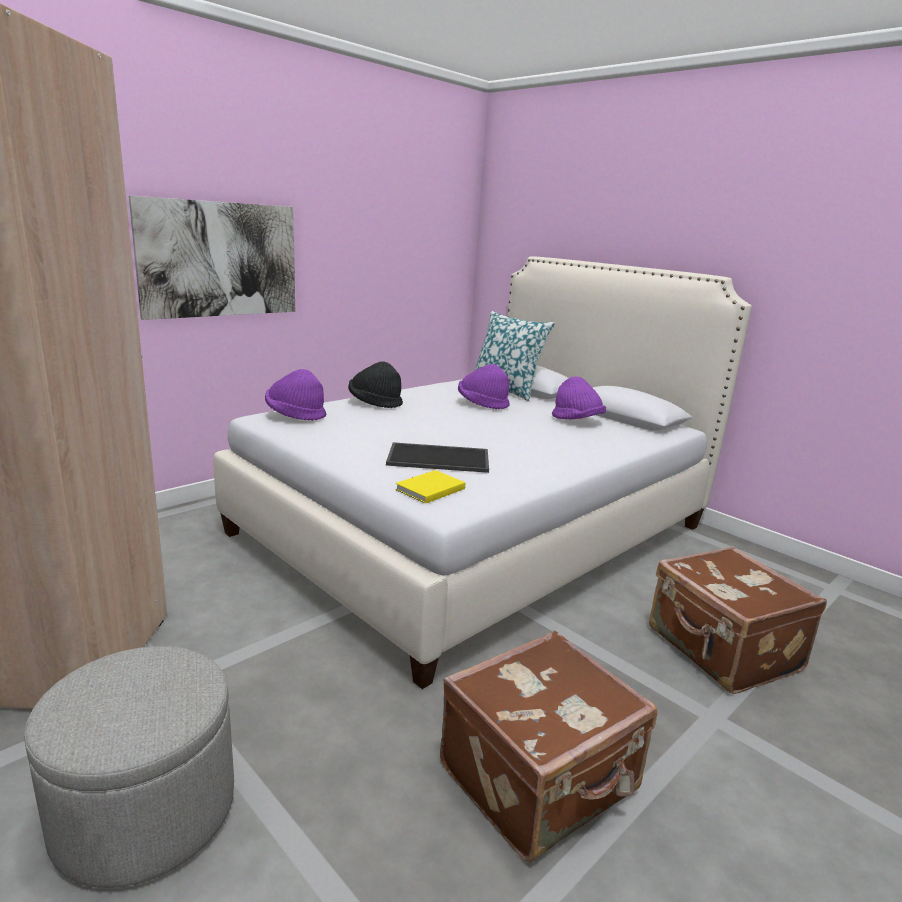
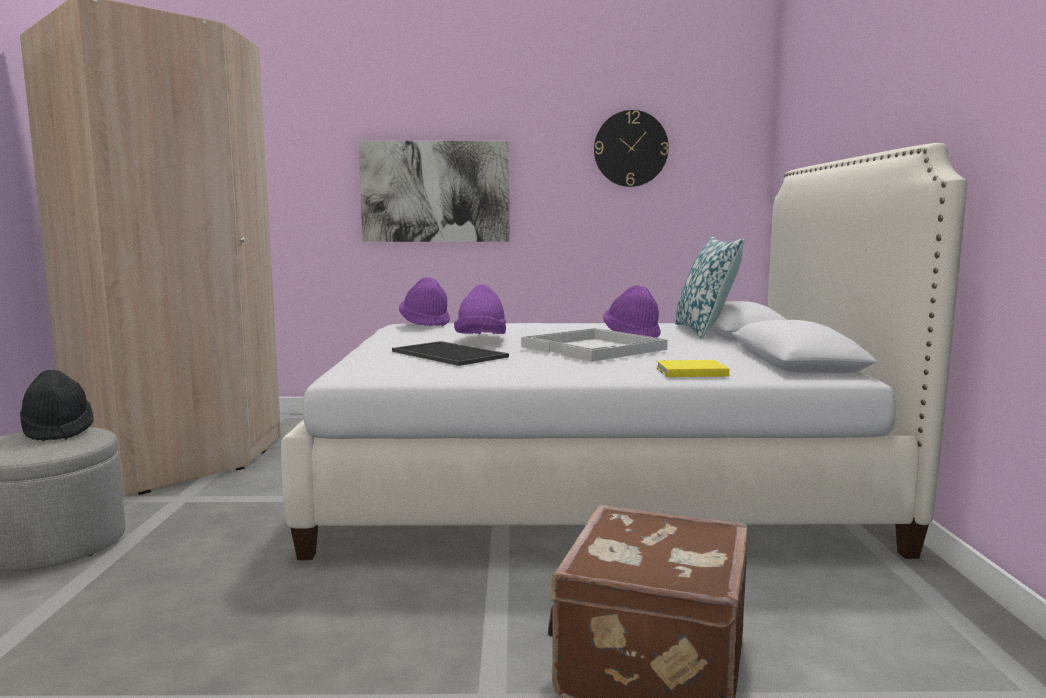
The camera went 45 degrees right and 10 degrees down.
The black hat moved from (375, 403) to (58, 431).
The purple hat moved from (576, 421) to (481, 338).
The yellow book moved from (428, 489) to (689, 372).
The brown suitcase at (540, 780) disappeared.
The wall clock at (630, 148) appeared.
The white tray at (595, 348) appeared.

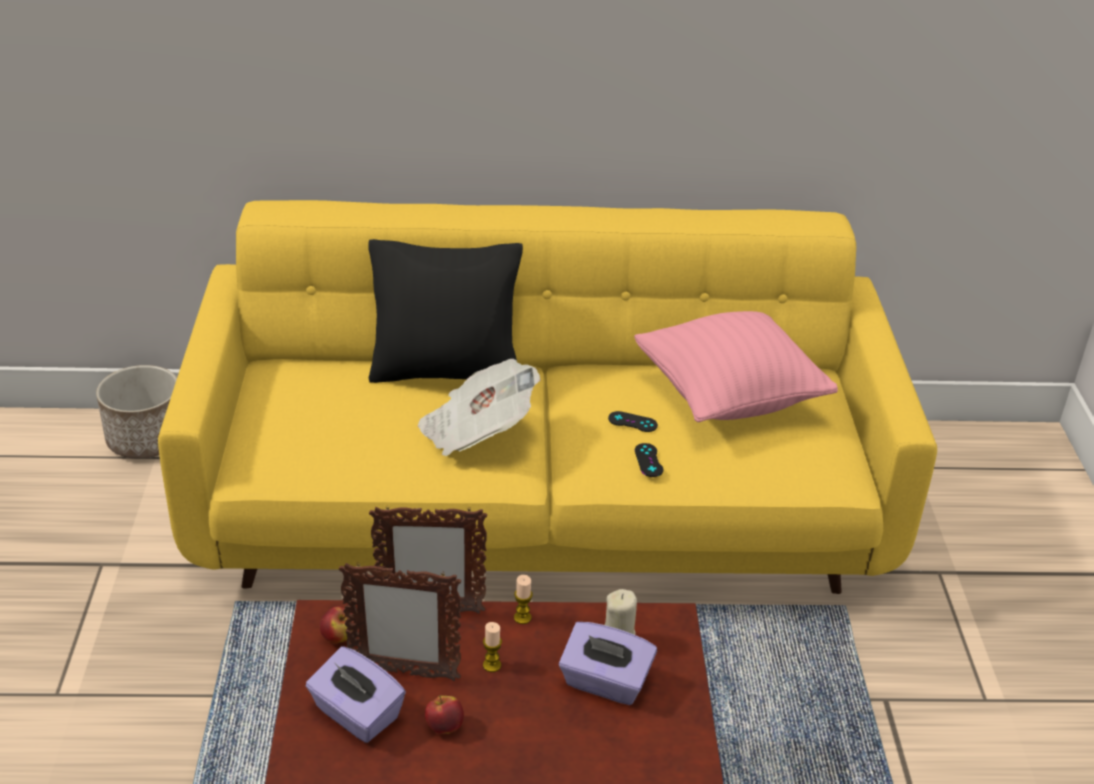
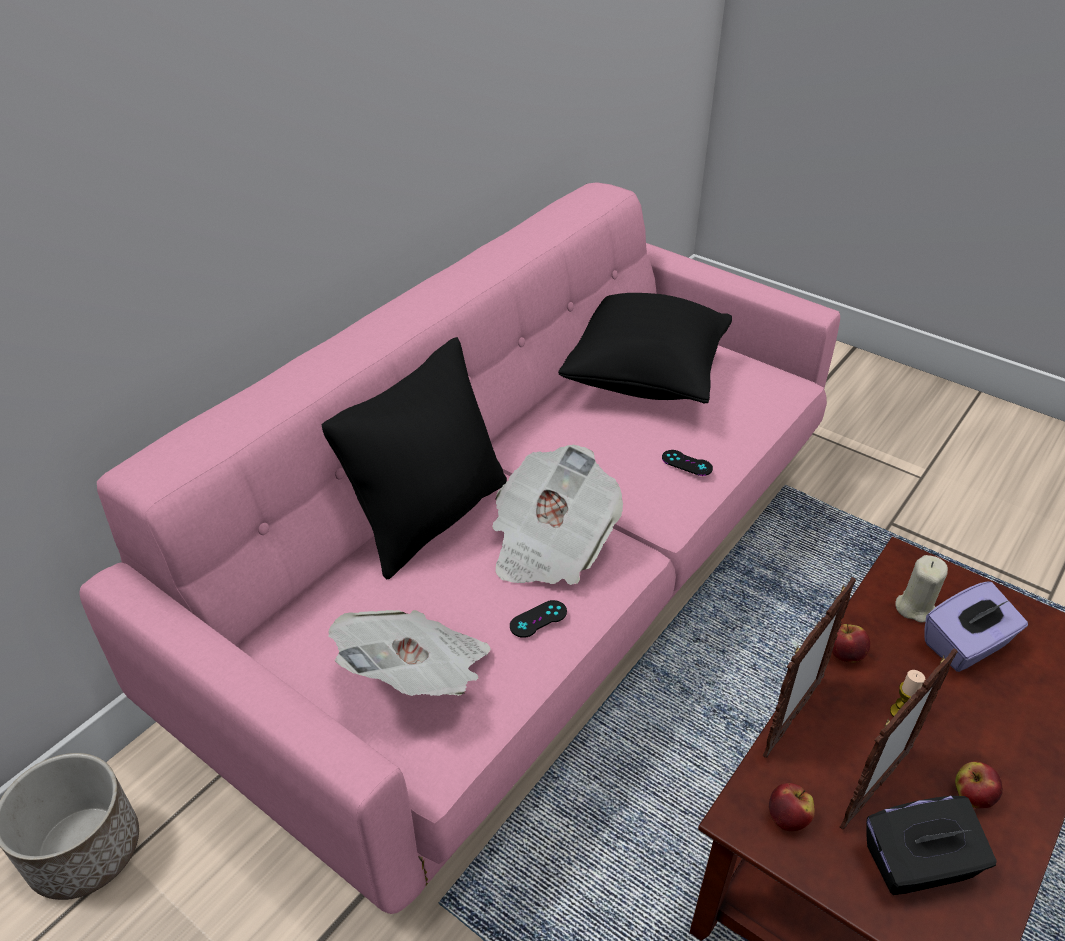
The camera went 50 degrees left and 5 degrees up.
The yellow sofa at (543, 510) became the pink sofa at (531, 584).
The pink pillow at (728, 397) became the black pillow at (645, 379).
The black game controller moved from (632, 422) to (538, 619).
The candle at (522, 617) was replaced by the apple at (845, 655).
The purple tissue box at (356, 714) became the black tissue box at (918, 864).
The newspaper at (417, 675) appeared.

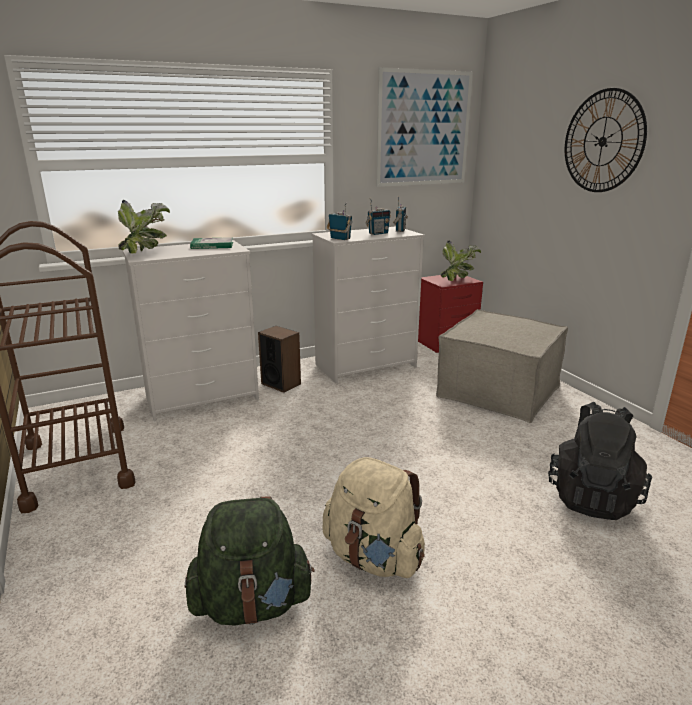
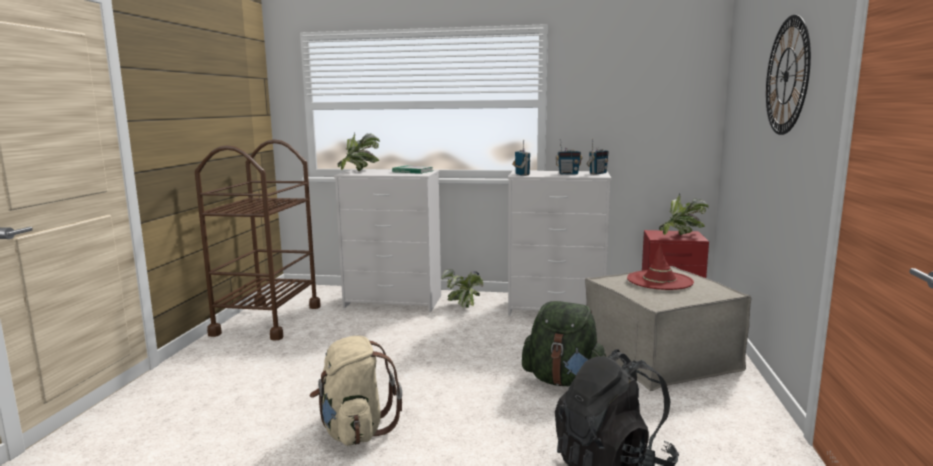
The camera went 35 degrees right and 10 degrees down.
The picture at (424, 129) disappeared.
The speaker at (281, 384) was replaced by the potted plant at (463, 306).
The green backpack moved from (252, 604) to (564, 381).
The red hat at (659, 281) appeared.

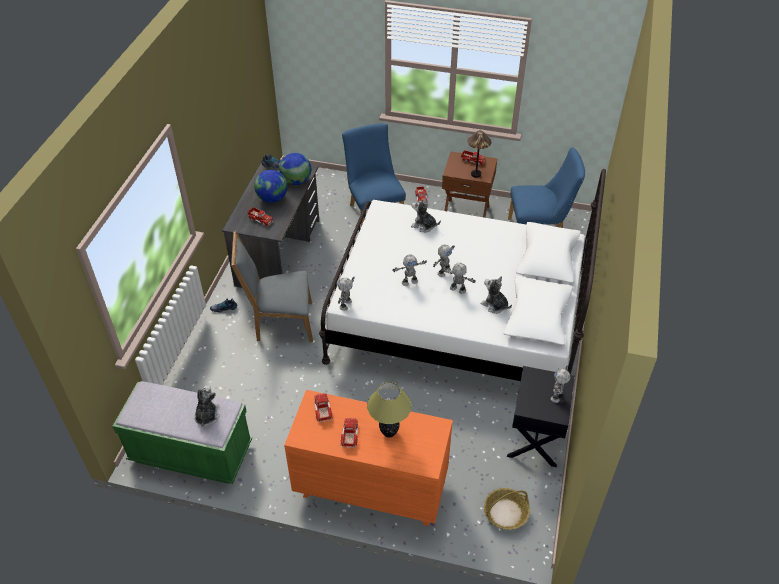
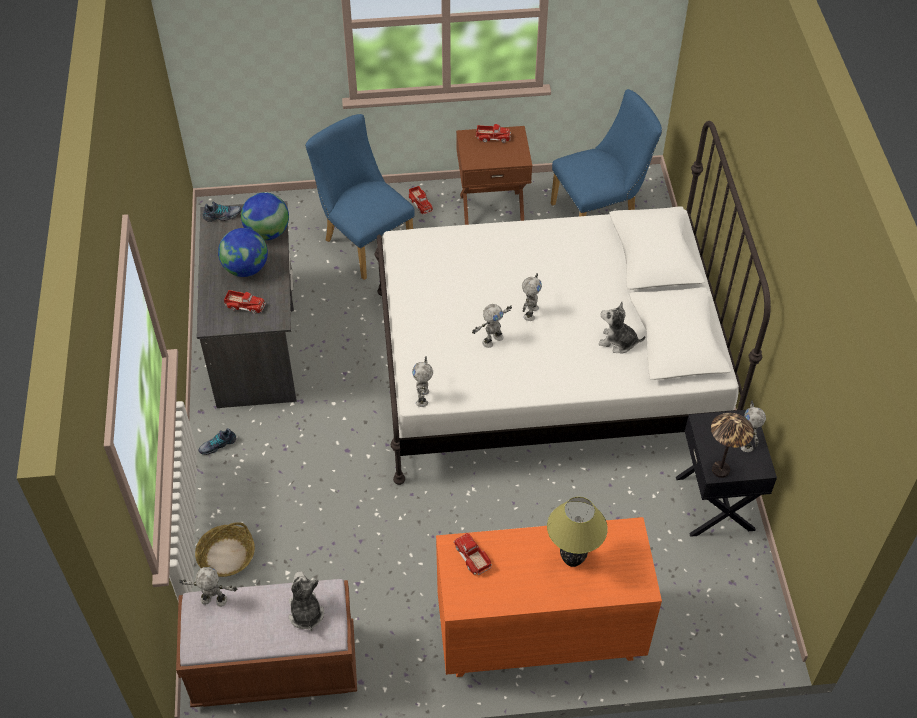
The camera went 20 degrees left and 5 degrees up.
The table lamp moved from (476, 174) to (720, 470).
The plush toy at (424, 226) disappeared.
The grey chair at (280, 323) disappeared.
The toy robot moved from (457, 290) to (213, 601).
The green bench at (191, 453) became the brown bench at (275, 668).
The toy truck at (349, 435) disappeared.
The basket moved from (505, 513) to (226, 556).

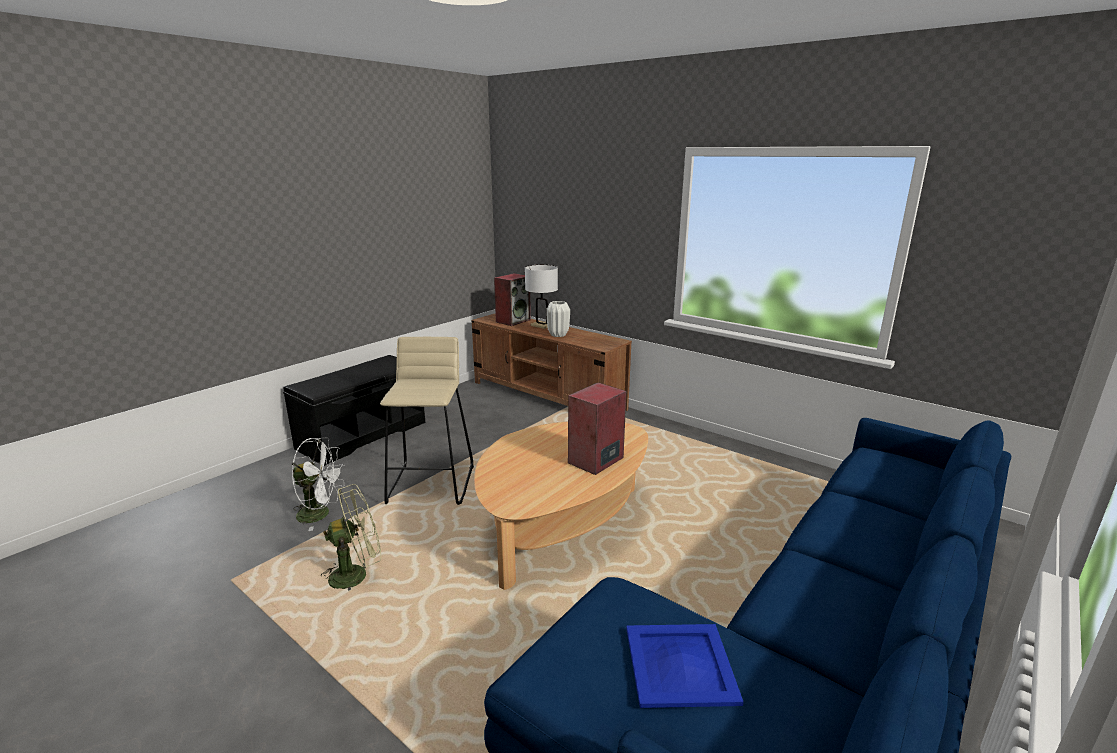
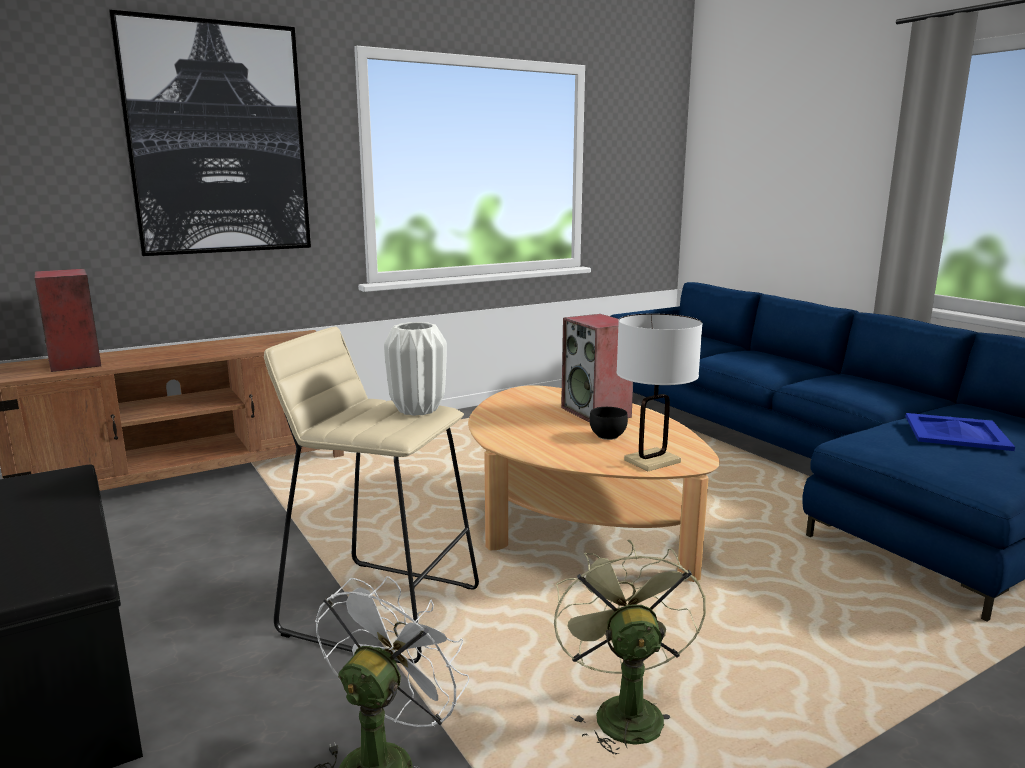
The camera went 70 degrees left and 5 degrees down.
The white table lamp moved from (541, 325) to (652, 461).
The white vase moved from (558, 335) to (417, 410).
The picture at (218, 140) appeared.
The black bowl at (609, 436) appeared.

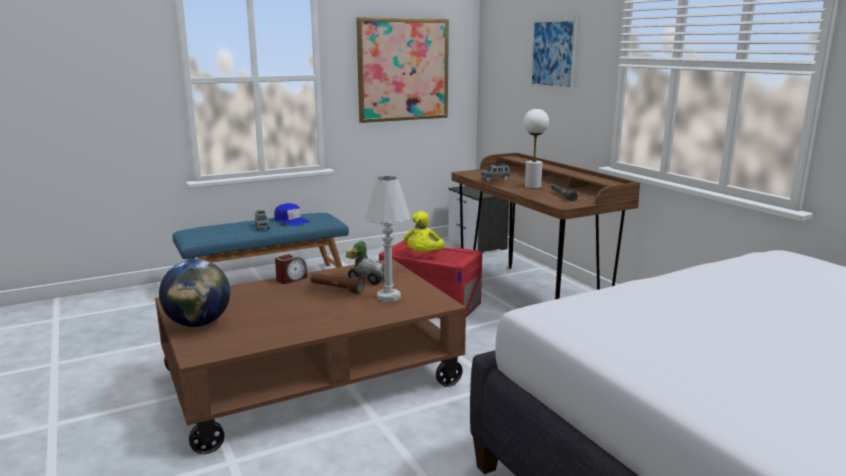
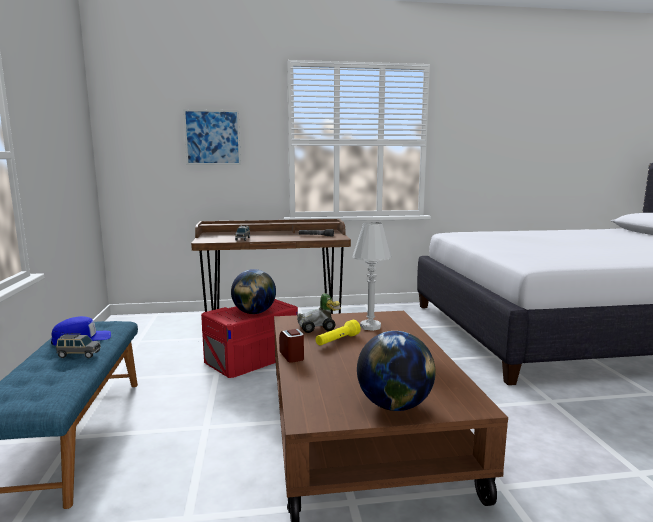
The camera went 70 degrees left and 5 degrees down.
The picture at (403, 70) disappeared.
The white table lamp at (533, 186) disappeared.
The nightstand at (477, 245) disappeared.
The yellow plush toy at (423, 255) was replaced by the globe at (254, 313).
The toy car at (368, 278) turned 150 degrees counterclockwise.
The brown flashlight at (336, 289) became the yellow flashlight at (337, 341).

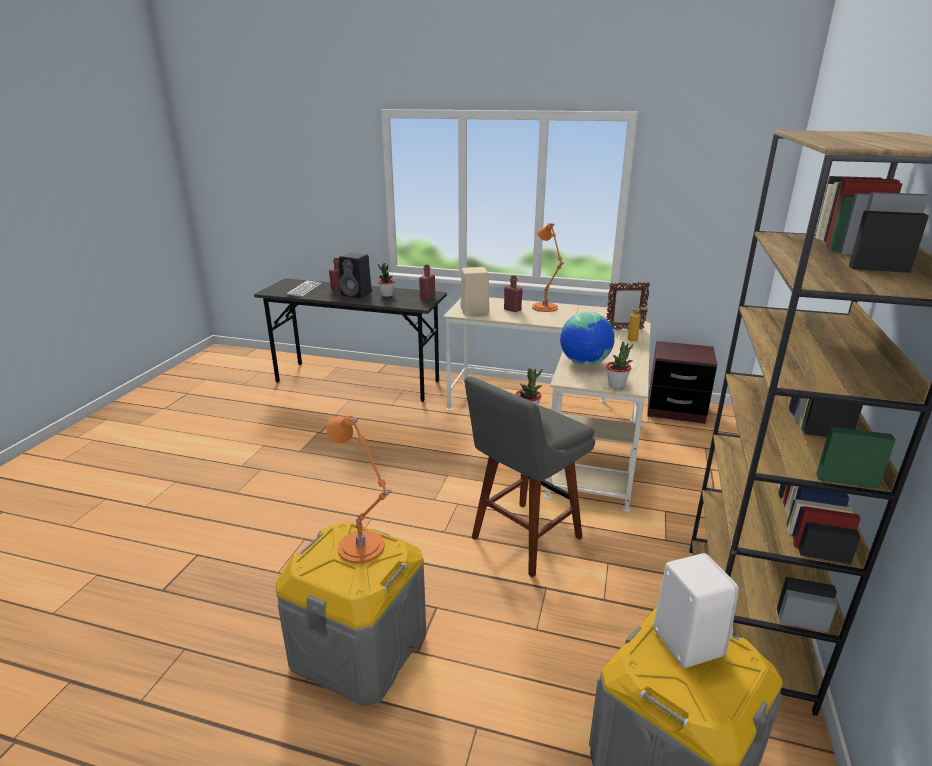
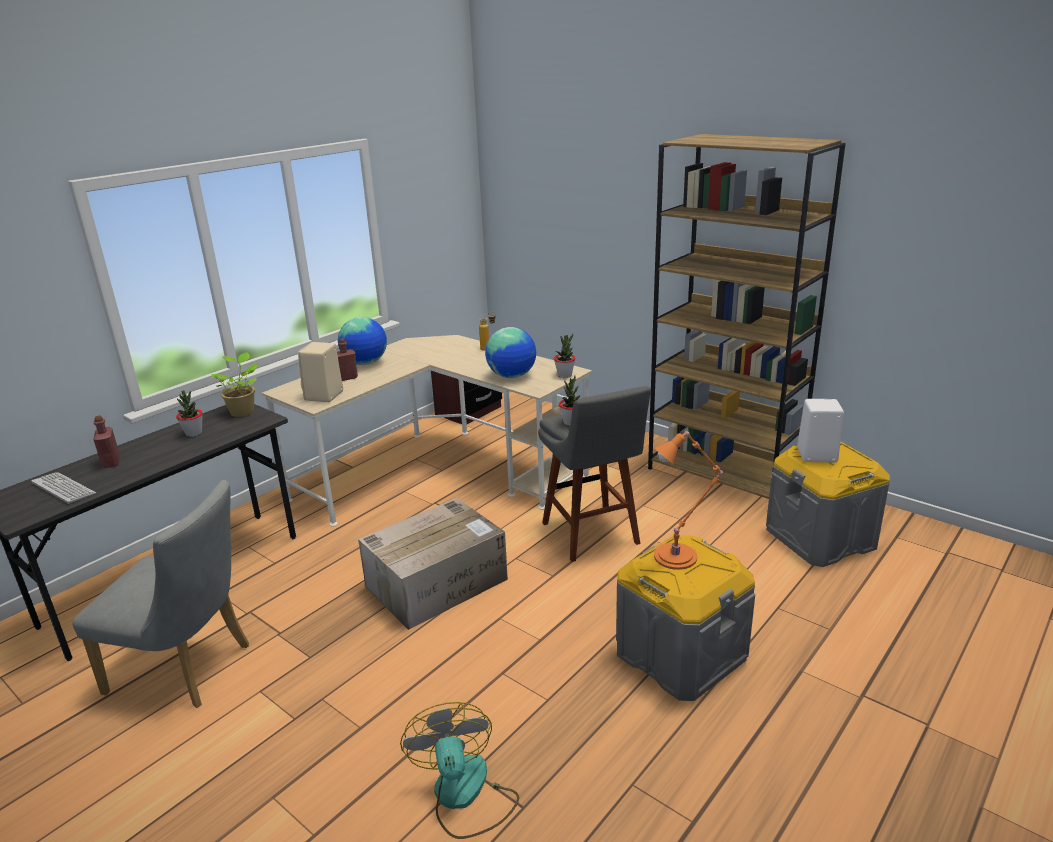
The camera went 65 degrees left and 0 degrees up.
The orange table lamp at (545, 308) was replaced by the globe at (365, 363).
The black speaker at (357, 294) disappeared.
The red bottle at (427, 297) was replaced by the potted plant at (243, 411).
The picture frame at (624, 329) disappeared.
The grey chair at (189, 670) appeared.
The cardboard box at (438, 582) appeared.
The fan at (464, 796) appeared.

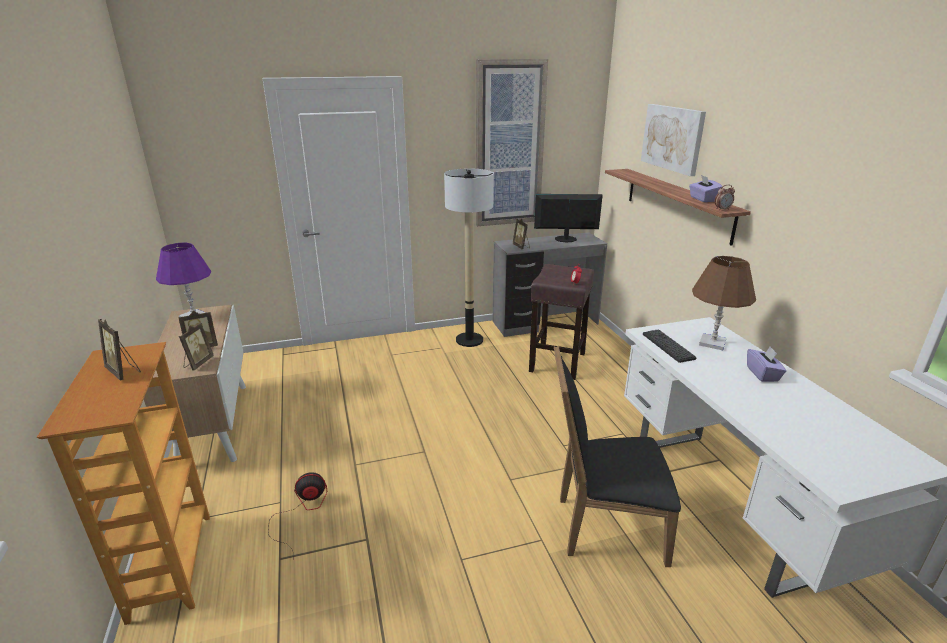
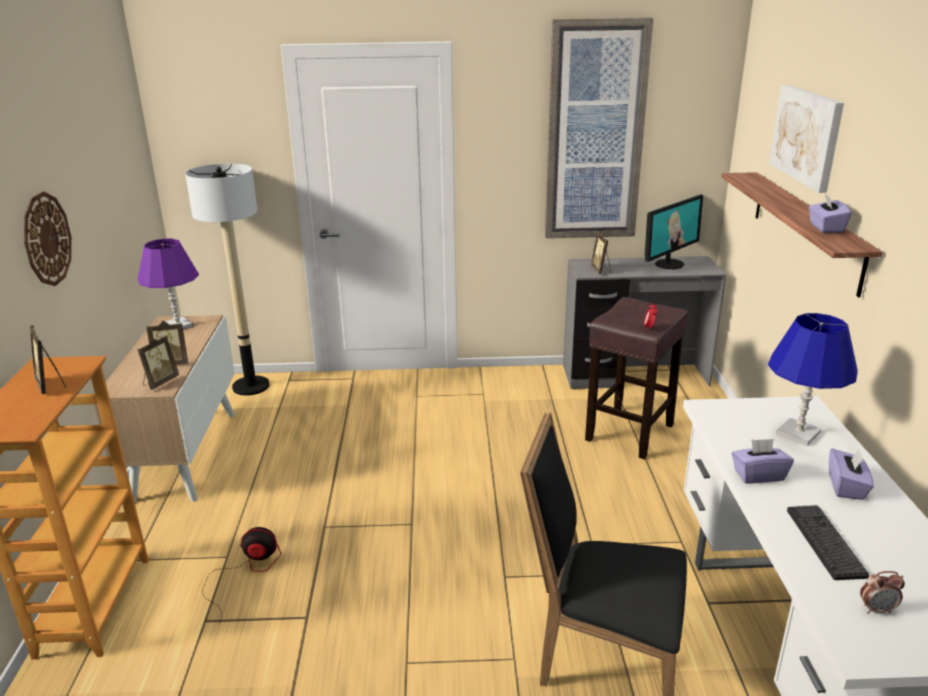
The camera went 15 degrees right and 0 degrees up.
The floor lamp moved from (469, 340) to (251, 386).
The alarm clock moved from (722, 209) to (877, 609).
The monitor at (565, 239) turned 120 degrees clockwise.
The brown table lamp at (712, 343) became the blue table lamp at (798, 433).
The keyboard moved from (668, 346) to (825, 542).
The wall clock at (46, 239) appeared.
The purple tissue box at (758, 475) appeared.

